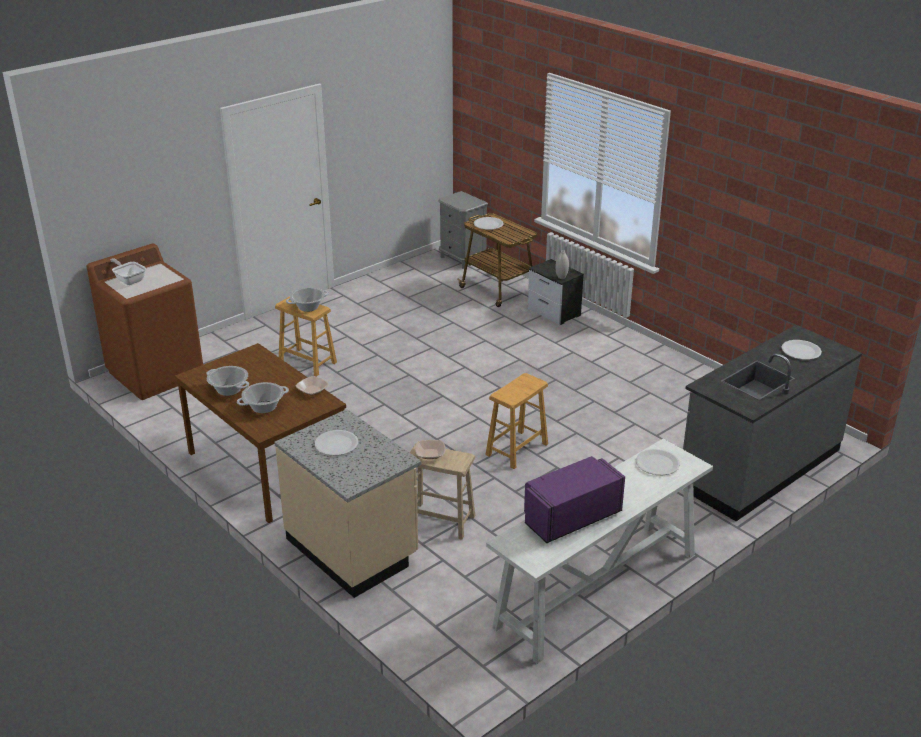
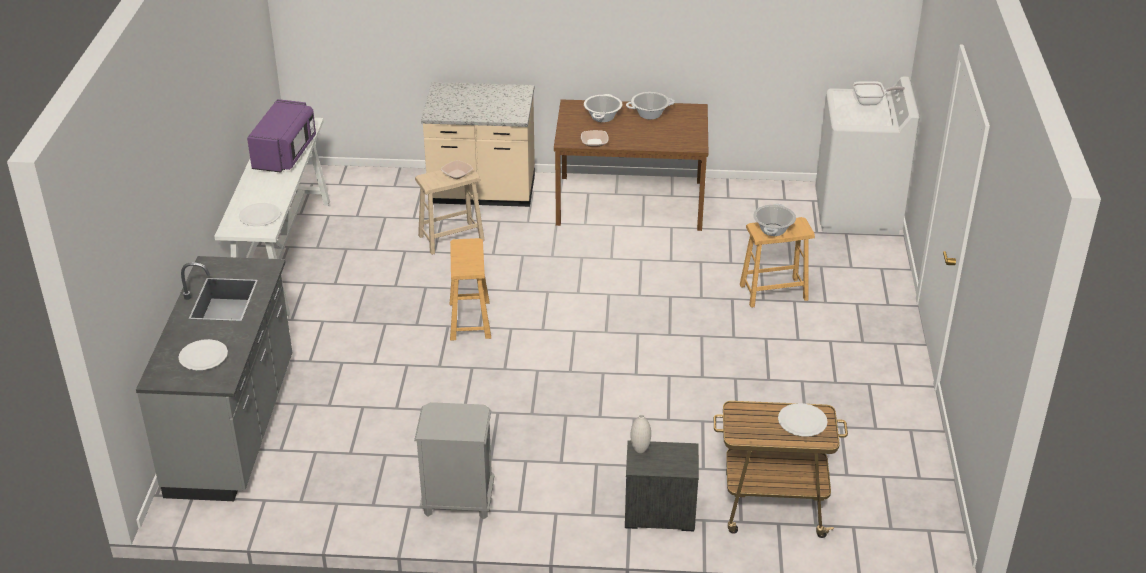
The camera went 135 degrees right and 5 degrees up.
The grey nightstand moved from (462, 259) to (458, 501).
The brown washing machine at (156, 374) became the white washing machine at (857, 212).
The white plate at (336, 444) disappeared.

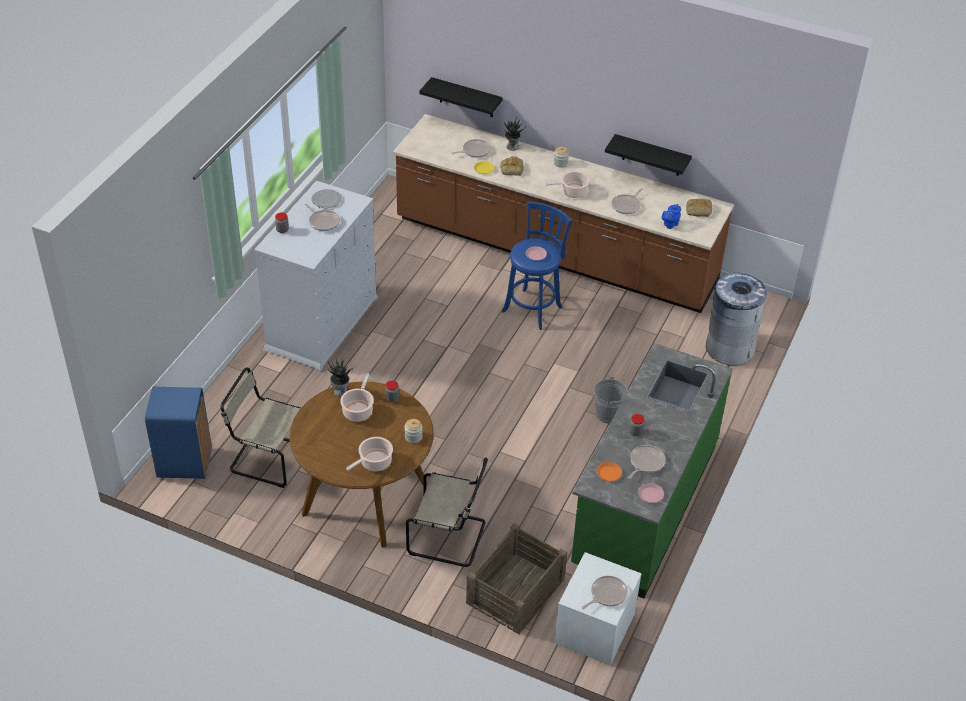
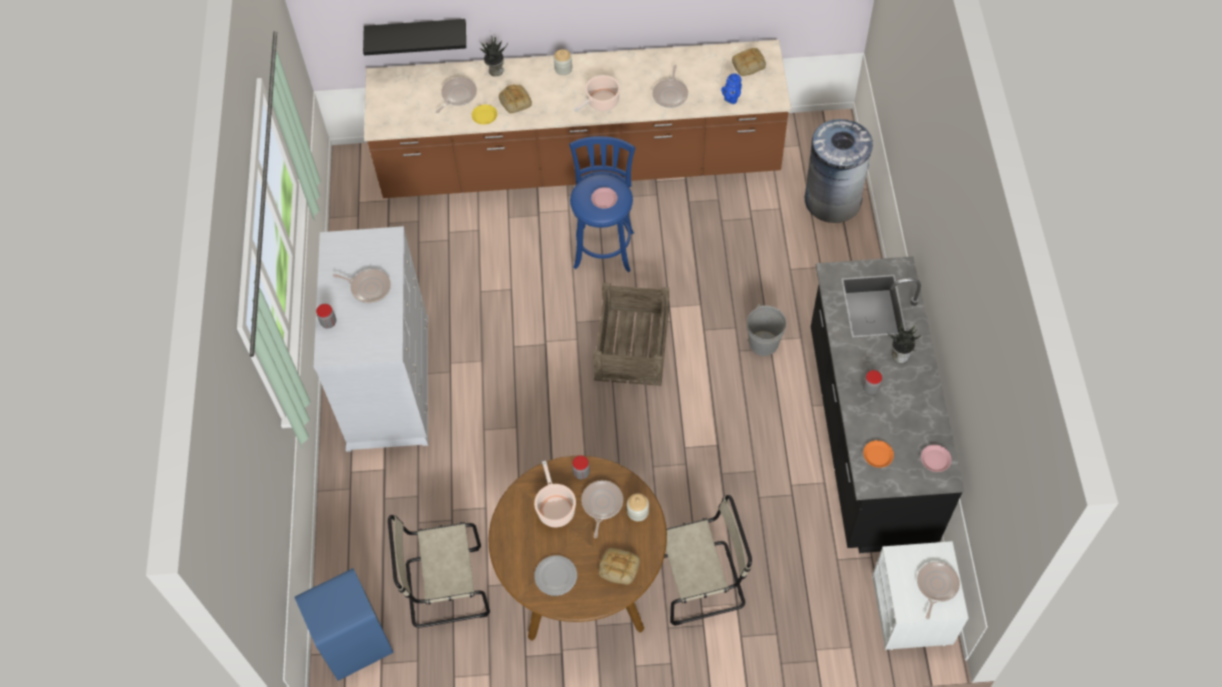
The camera went 25 degrees left and 15 degrees up.
The black shelf at (651, 155) disappeared.
The plate moved from (326, 200) to (555, 577).
The green counter at (643, 505) became the black counter at (867, 436).
The potted plant moved from (340, 390) to (900, 354).
The cooking pot at (374, 463) was replaced by the bread at (618, 568).
The frying pan moved from (645, 463) to (601, 504).
The crate moved from (516, 591) to (632, 345).

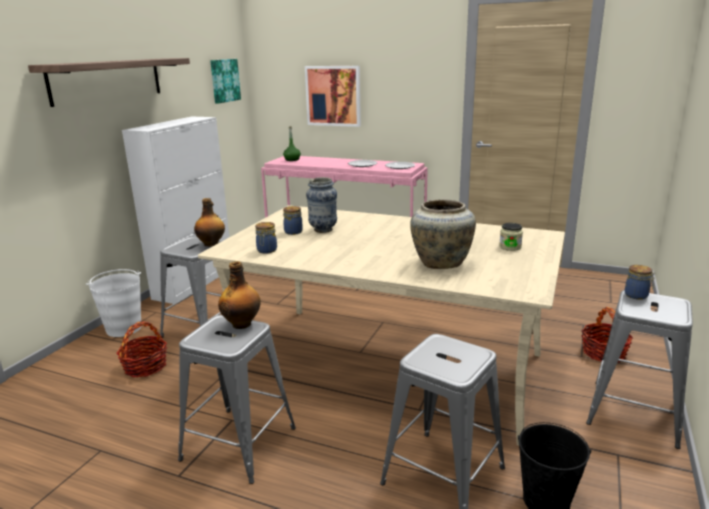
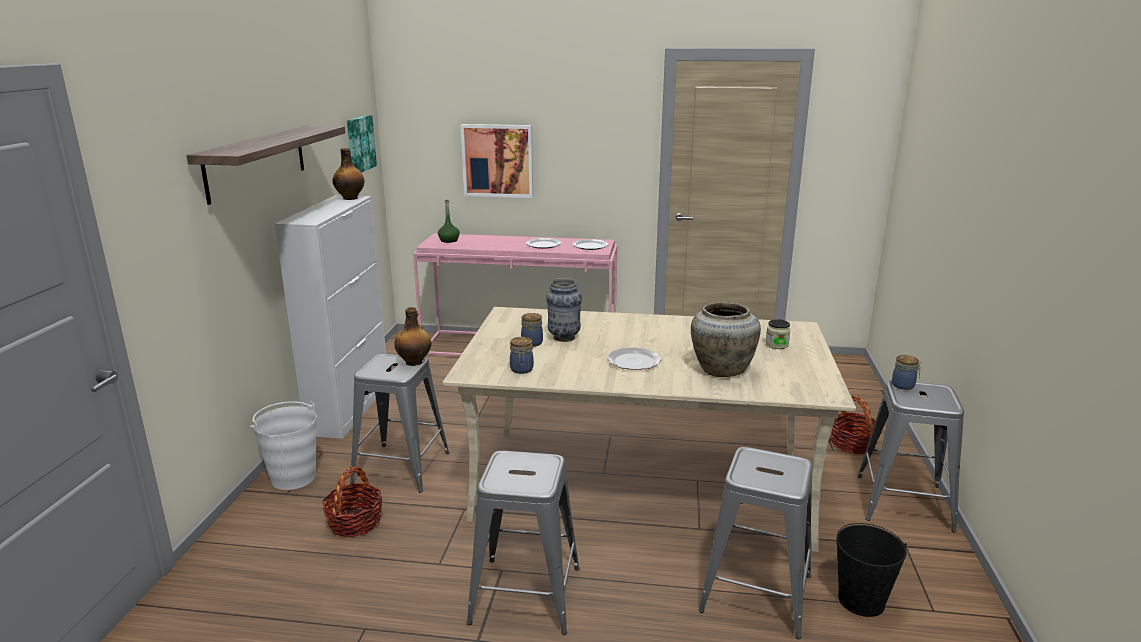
The camera went 15 degrees left and 0 degrees up.
The bottle moved from (242, 324) to (350, 198).
The plate at (633, 361) appeared.

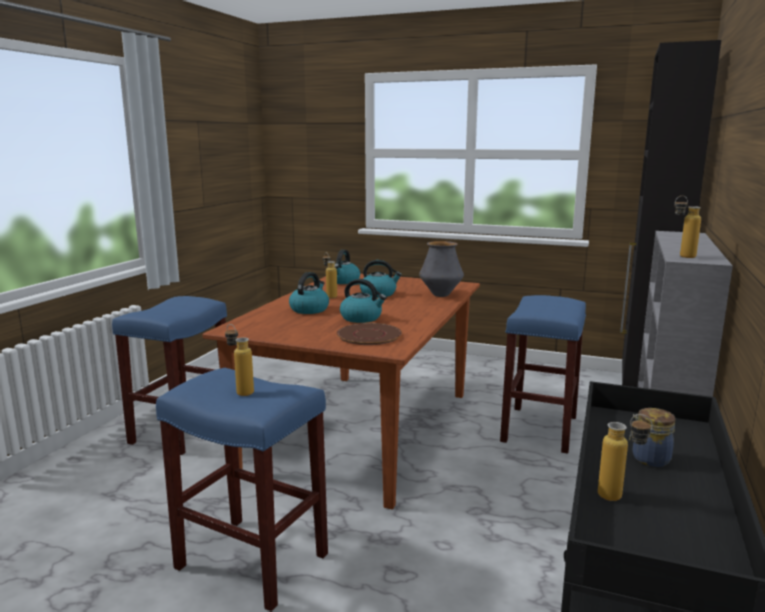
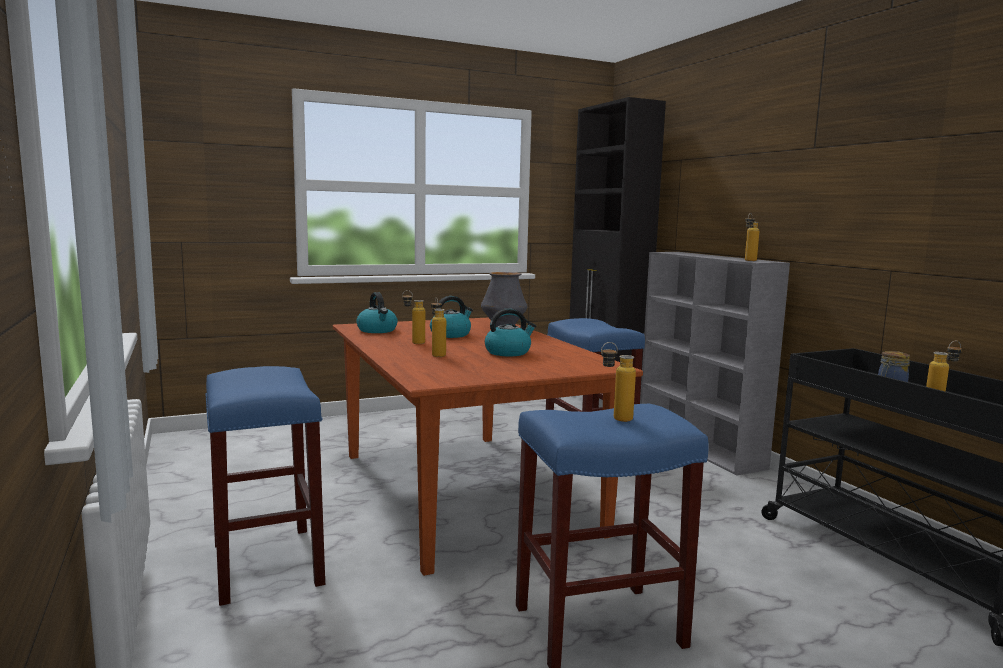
The camera went 45 degrees left and 5 degrees down.
The kettle at (309, 309) was replaced by the bottle at (437, 354).
The brown plate at (369, 335) disappeared.

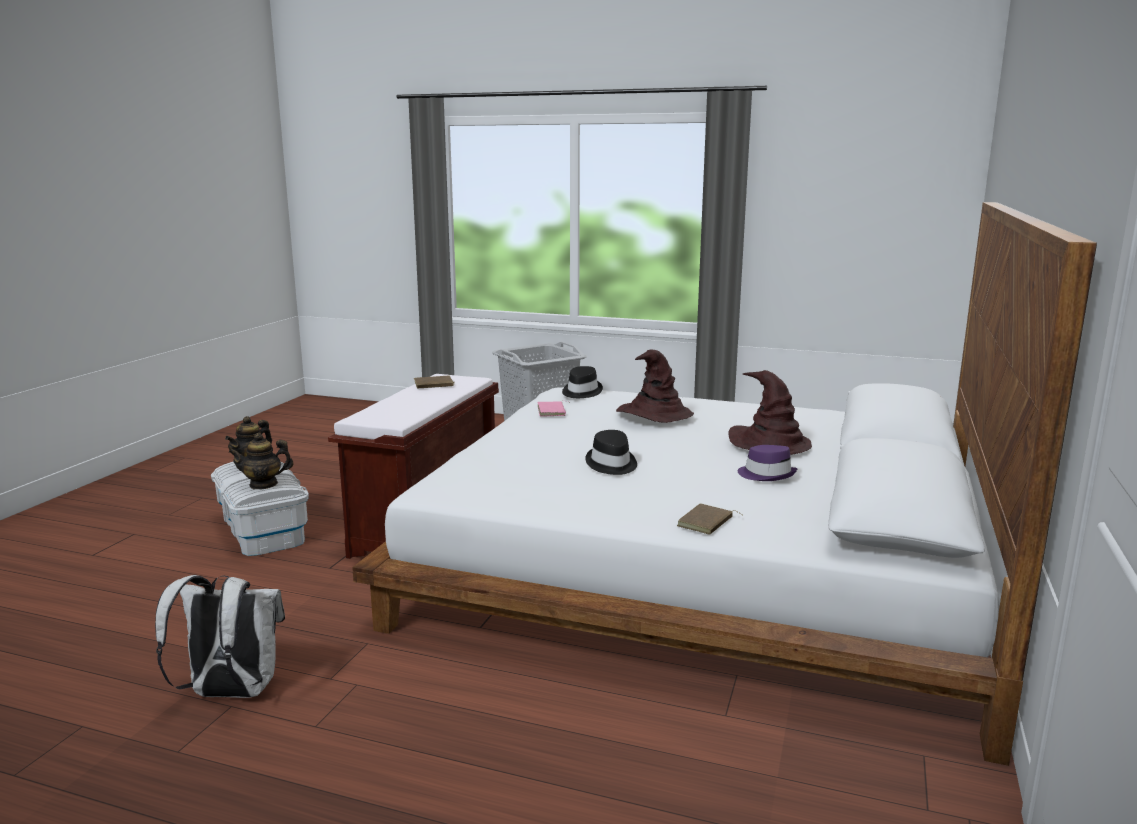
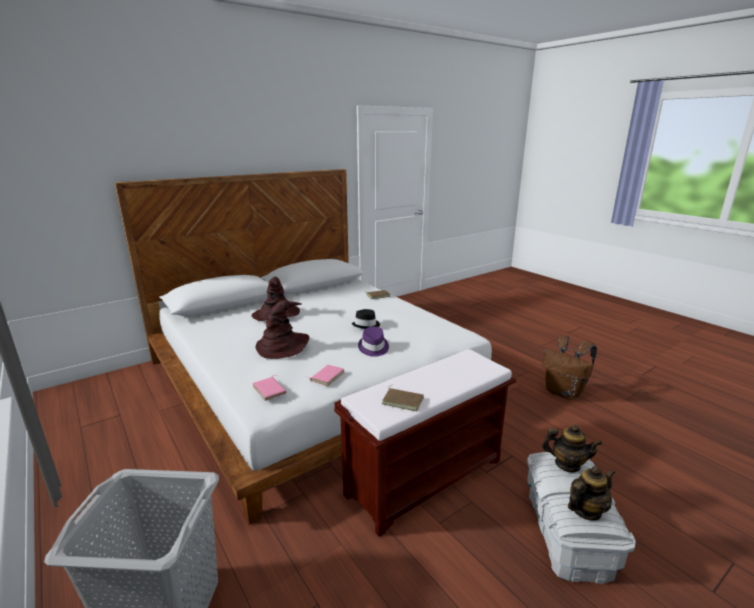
The camera went 145 degrees left and 5 degrees up.
The black hat at (581, 392) was replaced by the pink book at (270, 390).
The purple hat moved from (766, 474) to (373, 348).
The white backpack at (230, 693) became the brown backpack at (564, 393).

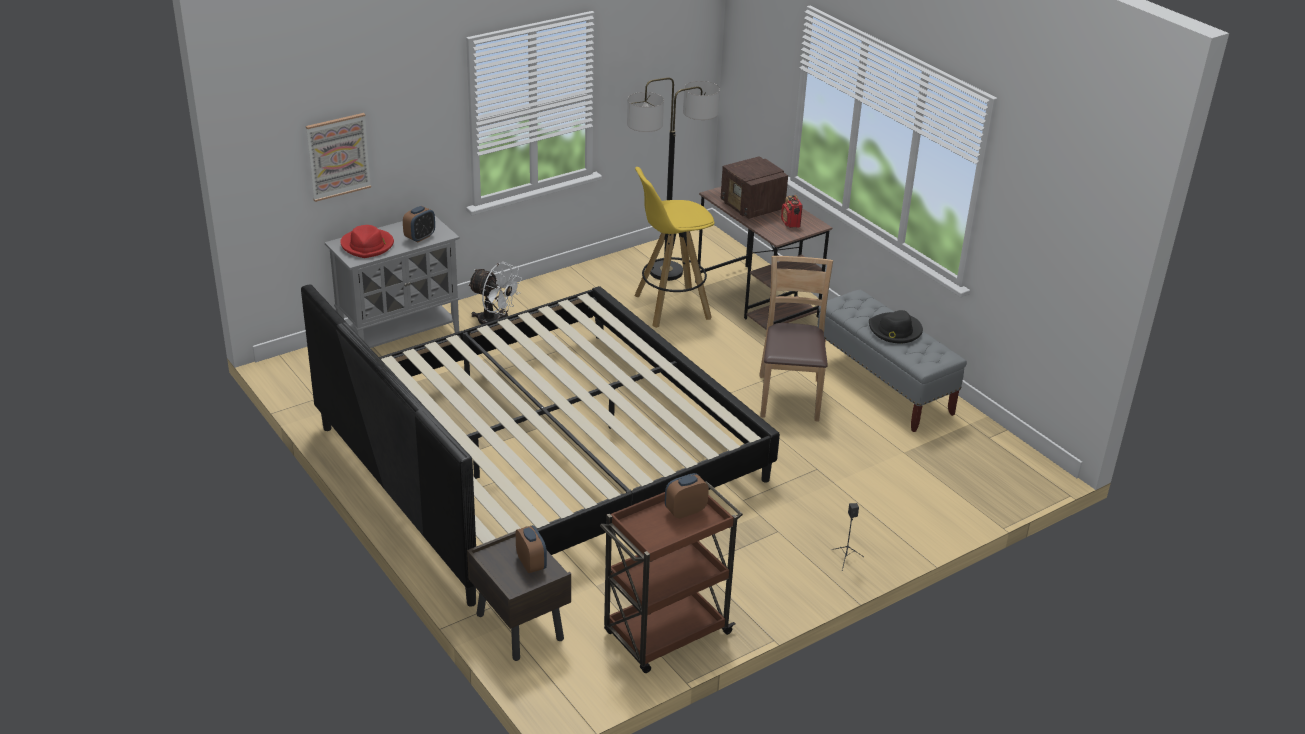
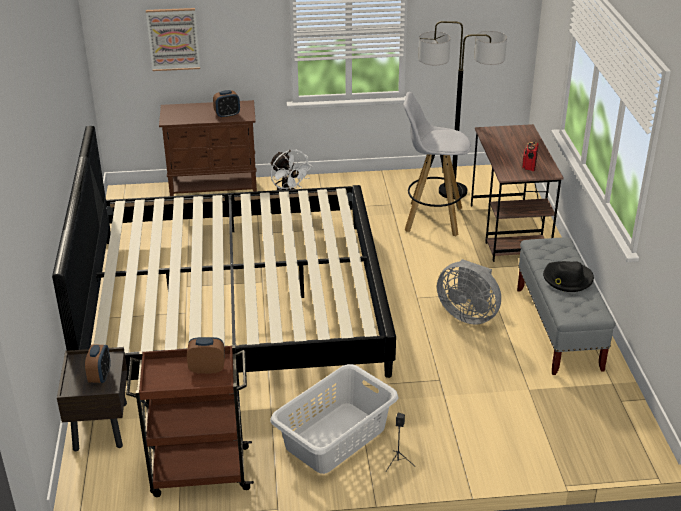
The camera went 30 degrees right and 0 degrees up.
The radio at (752, 207) disappeared.
The yellow stool at (670, 307) became the white stool at (432, 219).
The grey cabinet at (400, 336) became the brown cabinet at (215, 191).
The red hat at (367, 245) disappeared.
The brown chair at (790, 397) was replaced by the grey fan at (468, 314).
The grey laundry basket at (334, 437) appeared.

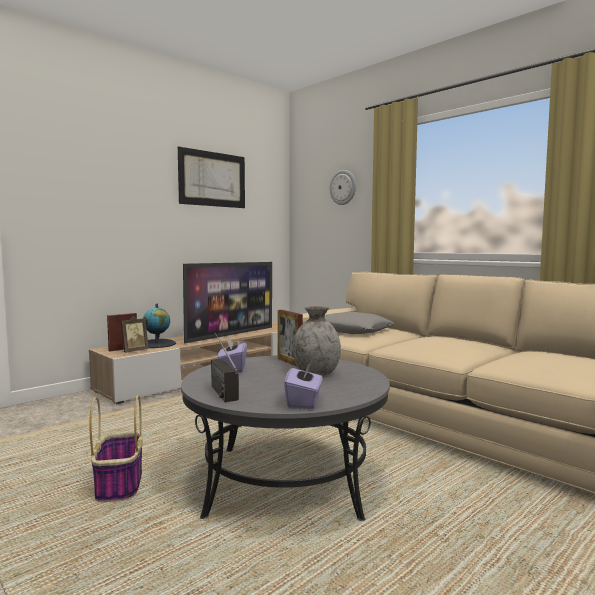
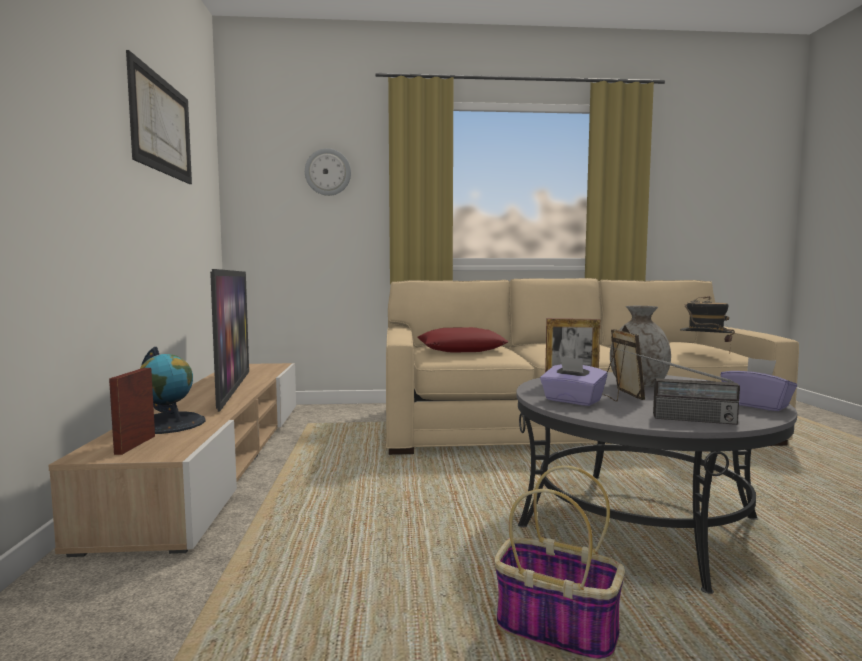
The camera went 50 degrees left and 0 degrees up.
The grey pillow at (353, 330) became the red pillow at (461, 349).
The picture frame moved from (134, 351) to (620, 397).
The hat at (704, 353) appeared.

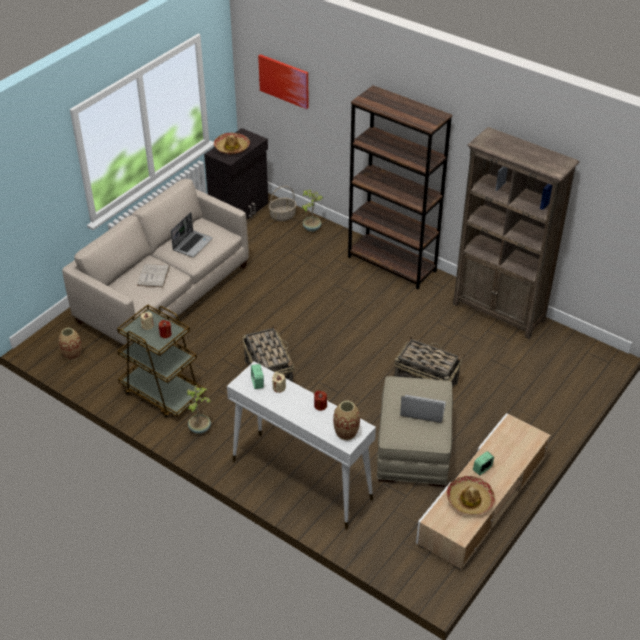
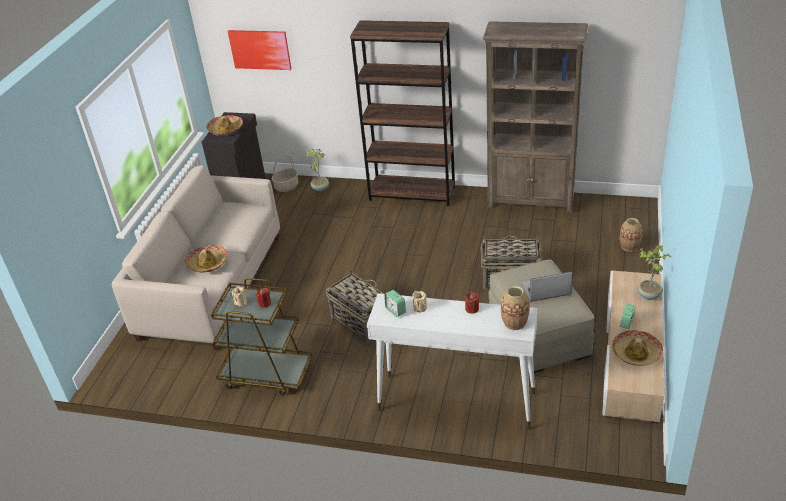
The camera went 20 degrees left and 5 degrees down.
The laptop at (192, 244) disappeared.
The white book at (153, 275) was replaced by the hat at (207, 263).
The vase moved from (72, 354) to (629, 246).
The potted plant moved from (200, 428) to (649, 295).

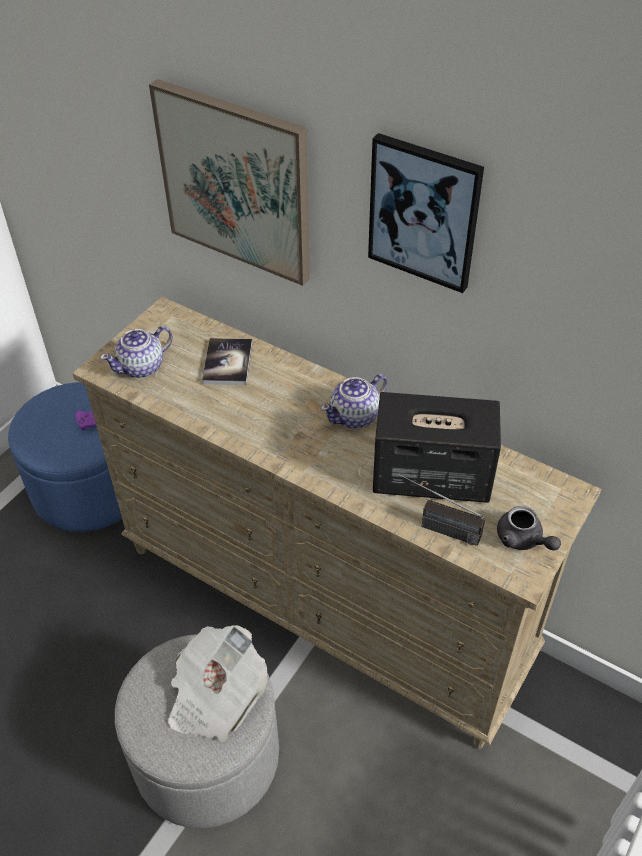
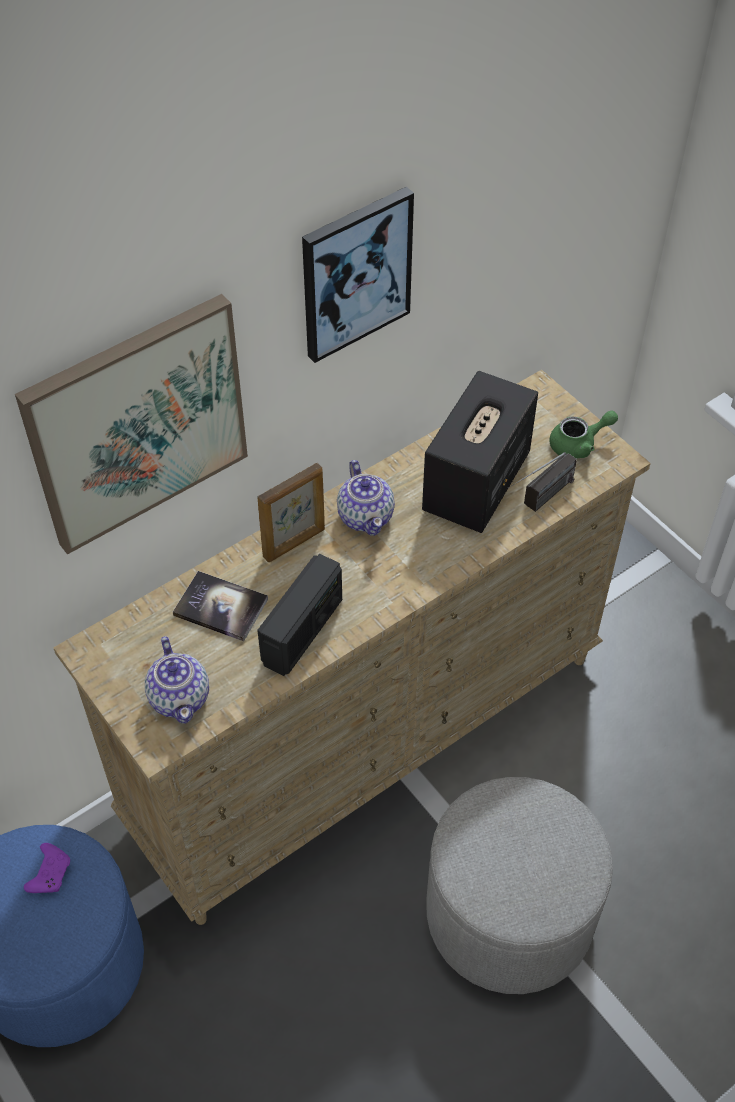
The camera went 70 degrees left and 5 degrees up.
The grey teapot at (523, 540) became the green teapot at (578, 444).
The newspaper at (215, 697) disappeared.
The picture frame at (295, 543) appeared.
The radio at (303, 631) appeared.

